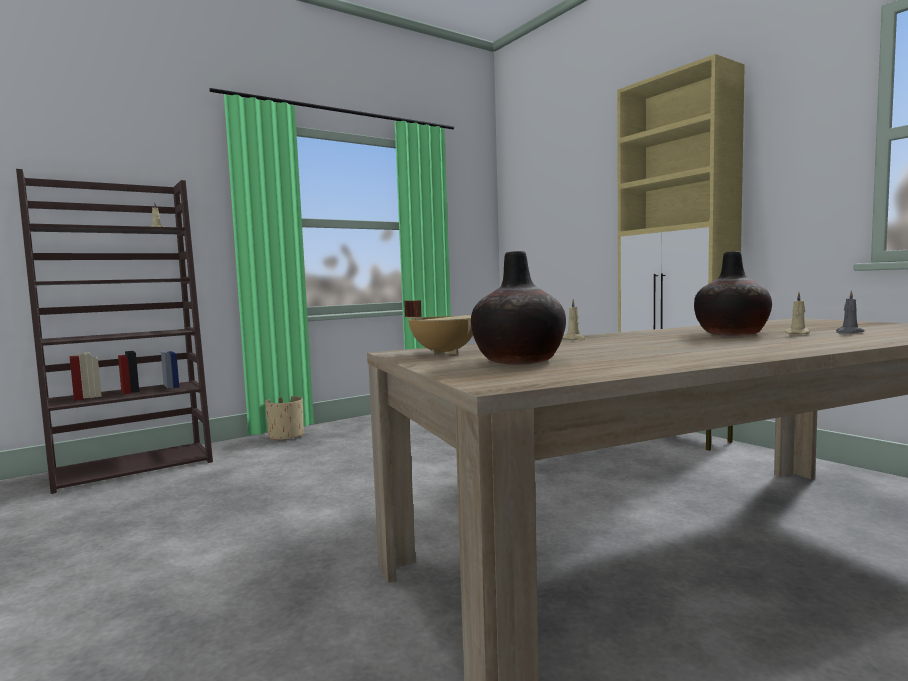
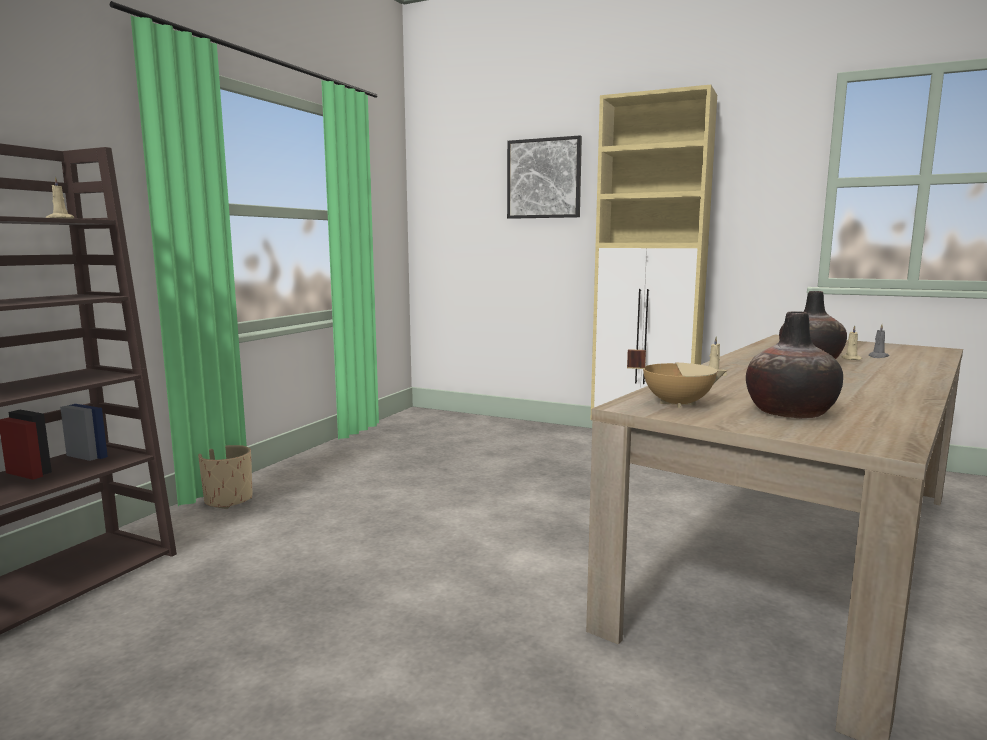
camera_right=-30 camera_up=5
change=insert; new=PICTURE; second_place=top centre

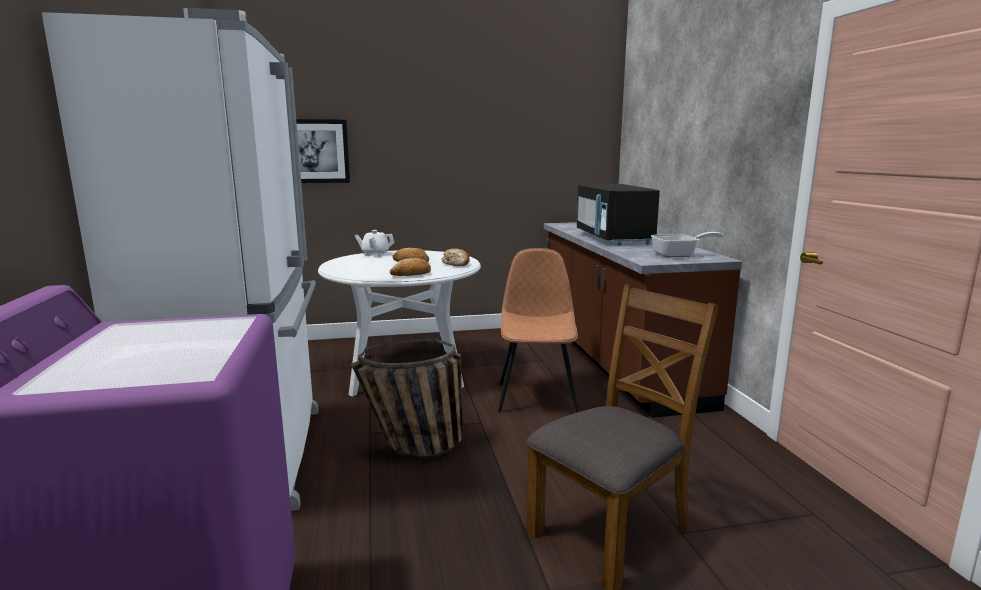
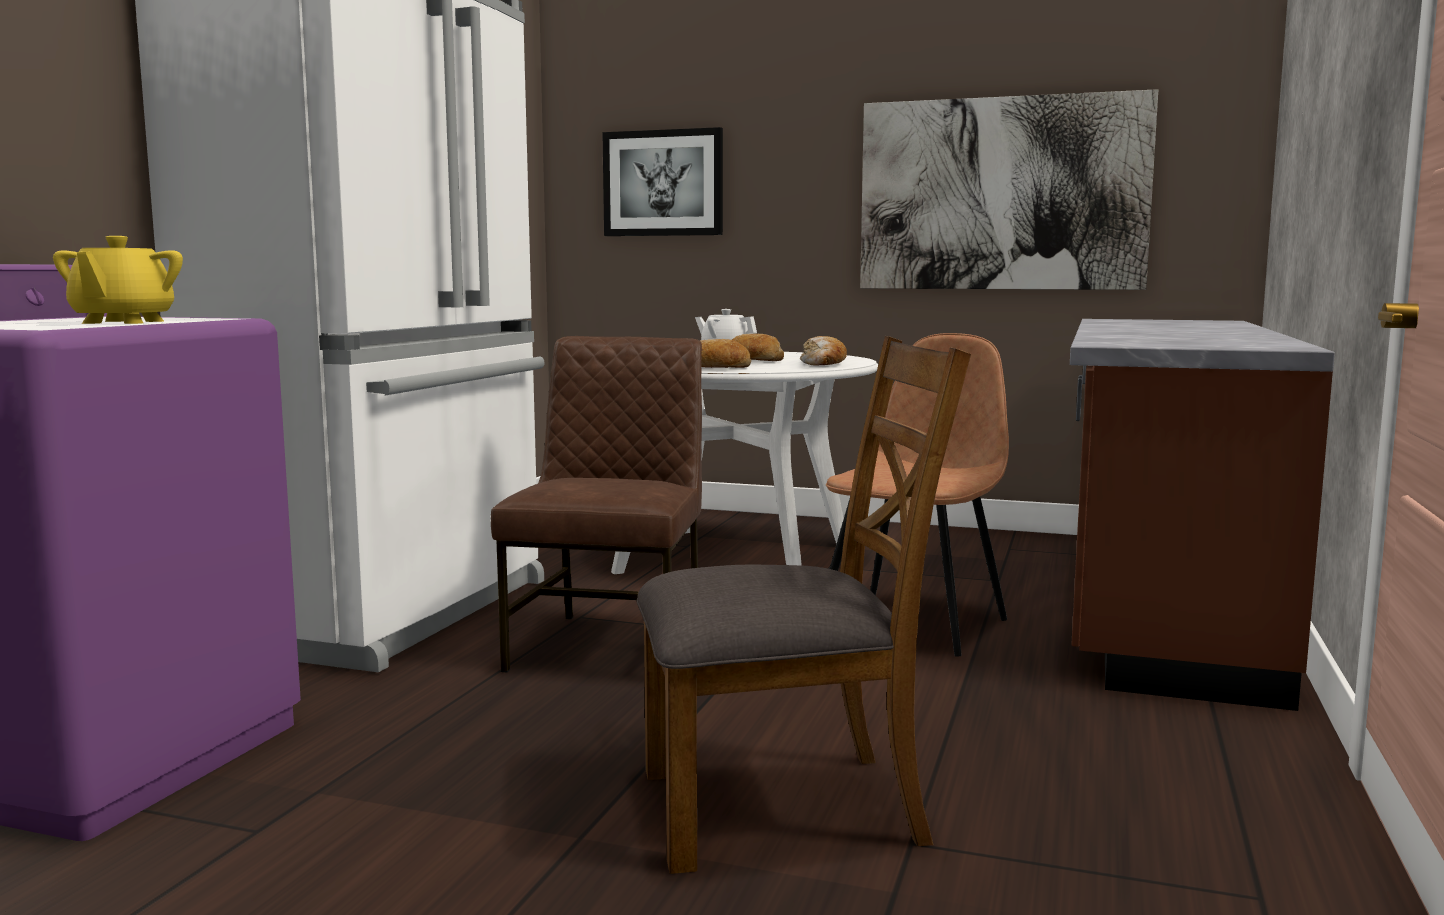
camera_right=30 camera_up=-5
change=delete; old=BLACK MICROWAVE; first_place=centre
change=delete; old=FRYING PAN; first_place=middle right
change=insert; new=YELLOW TEAPOT; second_place=top left
change=insert; new=PICTURE (2nd from left); second_place=top right
change=replace; old=BASKET; new=BROWN CHAIR (1st from left); first_place=bottom centre; second_place=centre

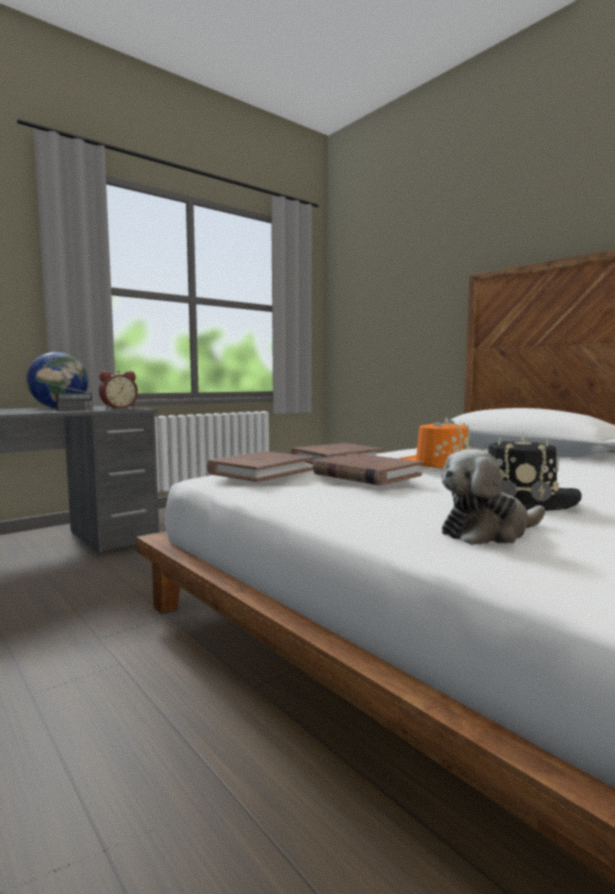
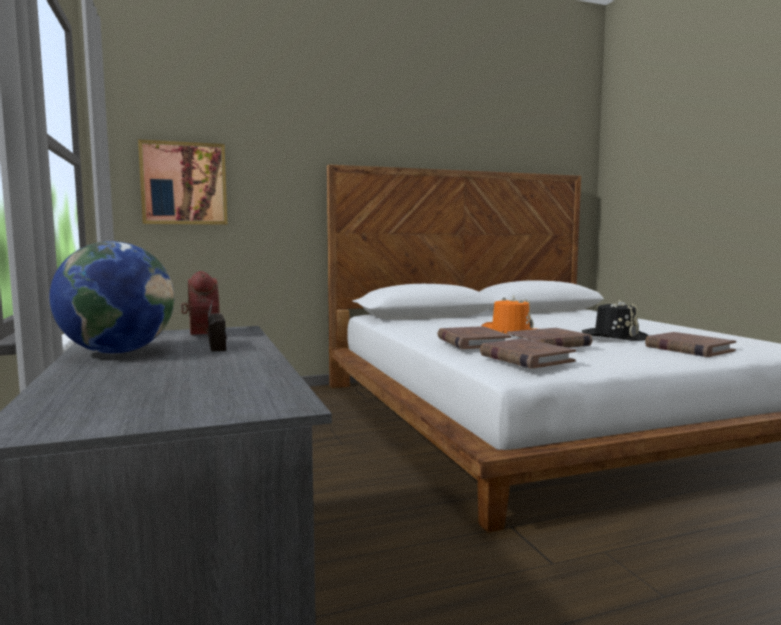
camera_right=-70 camera_up=0
change=insert; new=PICTURE; second_place=top left
change=replace; old=PLUSH TOY; new=BROWN BOOK (4th from left); first_place=middle right; second_place=middle right

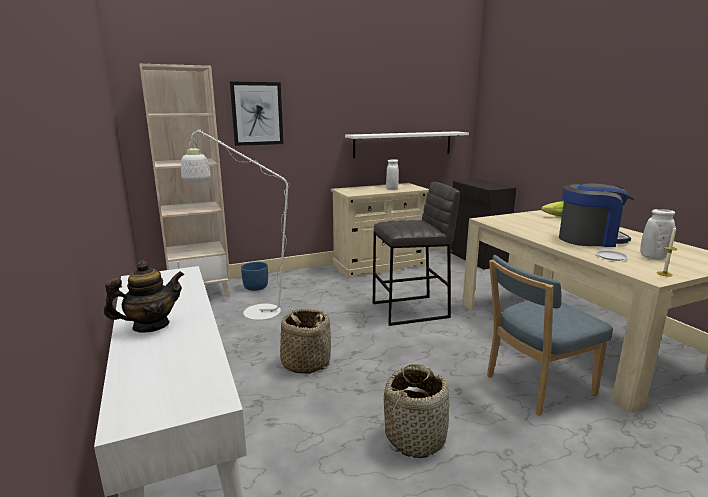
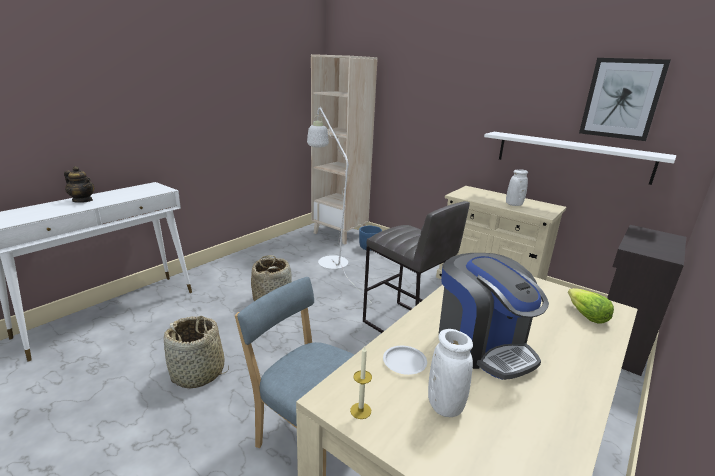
camera_right=60 camera_up=5
change=move; old=PICTURE; first_place=top centre; second_place=top right

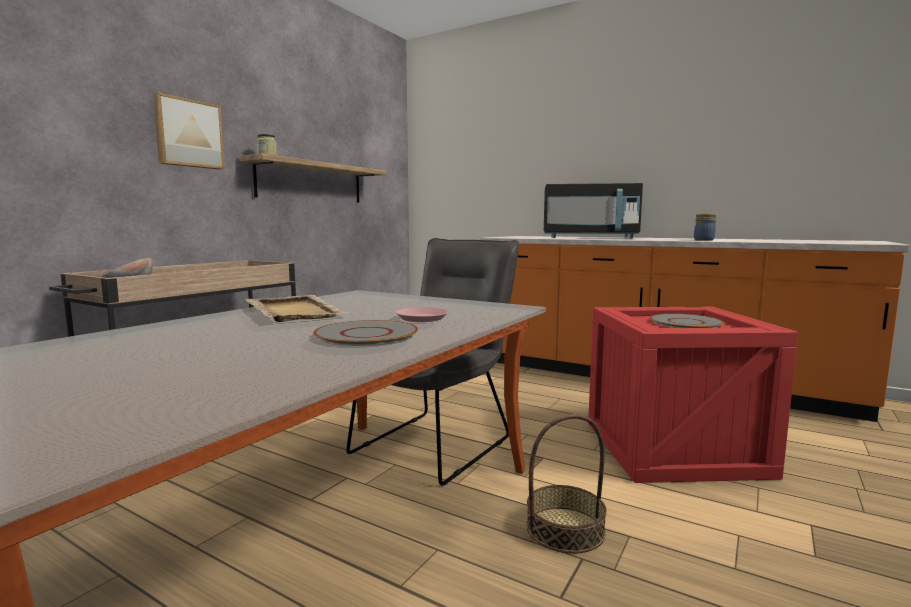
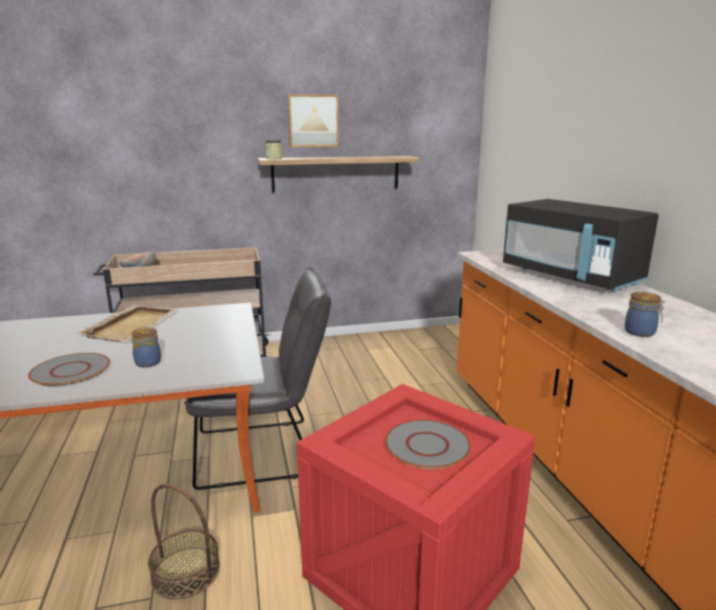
camera_right=45 camera_up=10
change=move; old=PICTURE; first_place=top left; second_place=top centre
change=replace; old=PINK PLATE; new=JAR (1st from left); first_place=centre; second_place=middle left

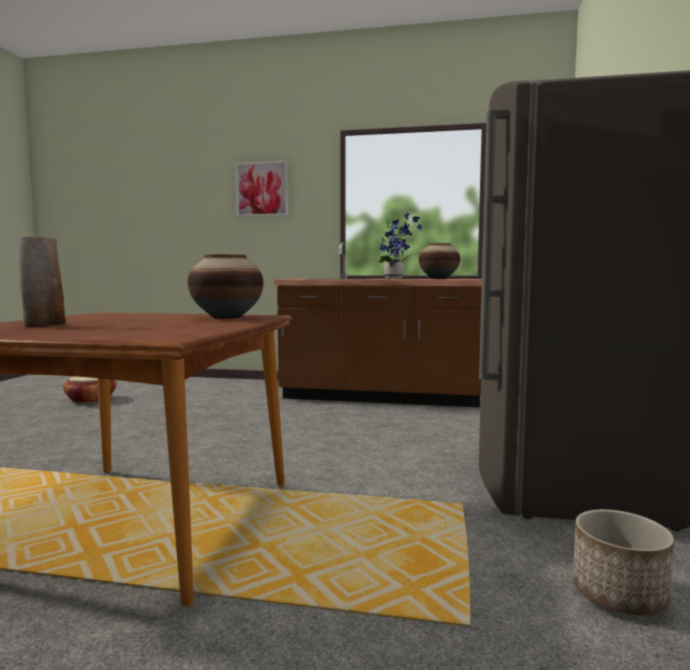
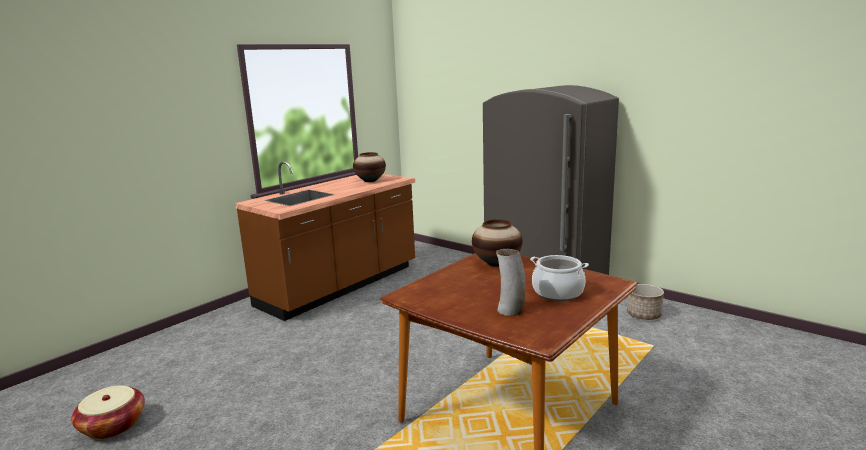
camera_right=-60 camera_up=10
change=delete; old=PICTURE; first_place=top centre
change=delete; old=POTTED PLANT; first_place=centre
change=insert; new=COOKING POT; second_place=centre

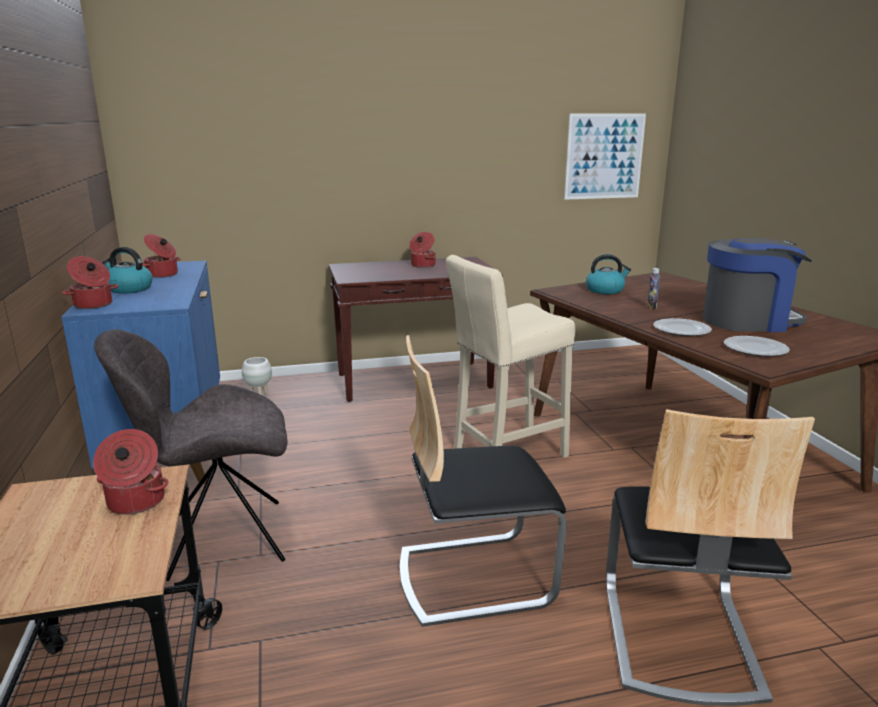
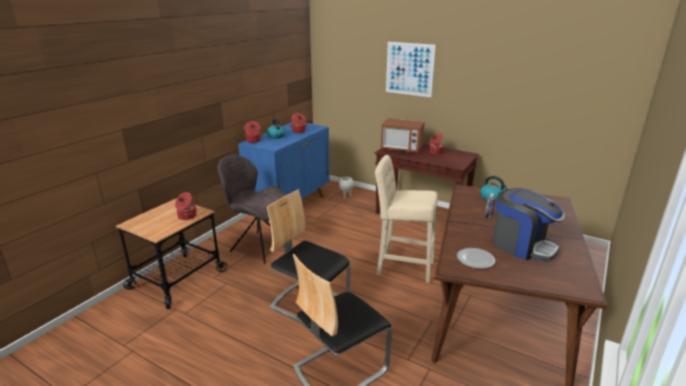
camera_right=45 camera_up=5
change=delete; old=PLATE (1st from left); first_place=middle right
change=insert; new=MICROWAVE; second_place=centre
change=move; old=PICTURE; first_place=top right; second_place=top centre

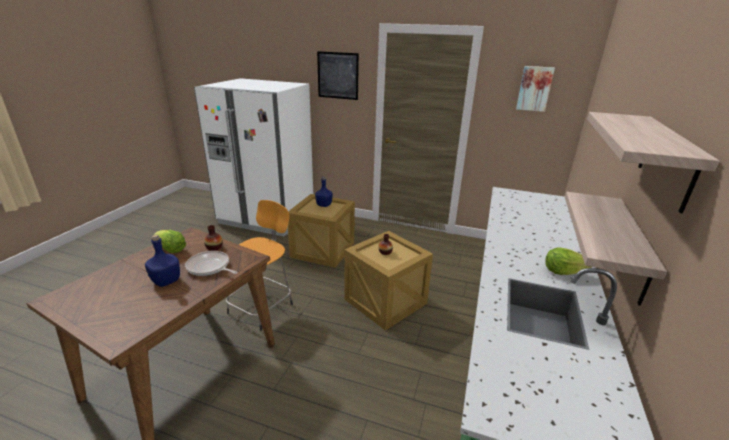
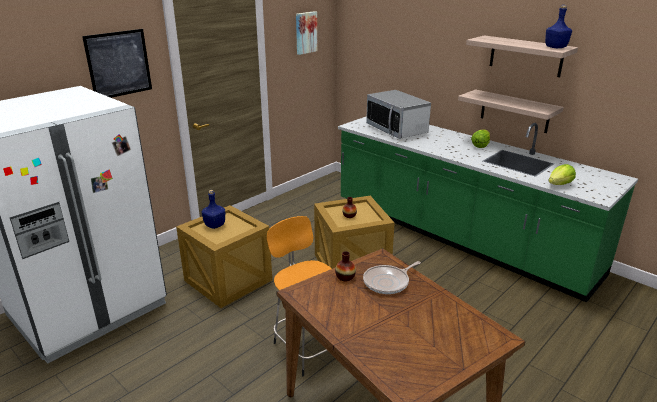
camera_right=-65 camera_up=0
change=insert; new=MICROWAVE; second_place=top centre
change=move; old=BLUE BOTTLE (1st from left in the first image); new=BLUE BOTTLE (2nd from left); first_place=middle left; second_place=top right
change=move; old=LETTUCE (1st from left in the first image); new=LETTUCE (2nd from left); first_place=middle left; second_place=middle right

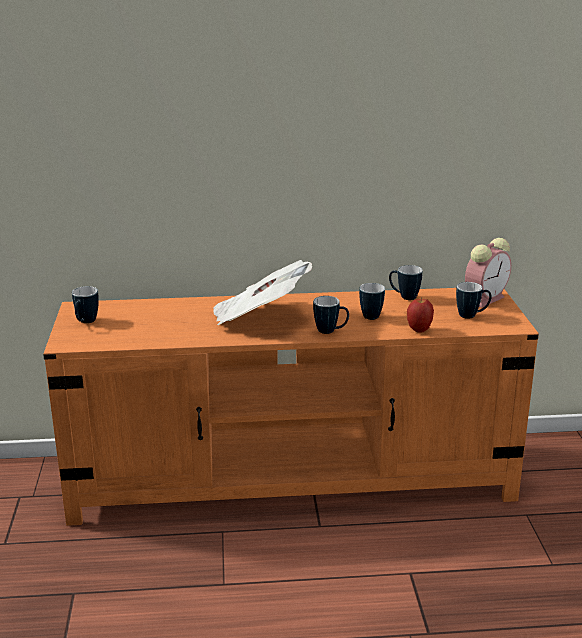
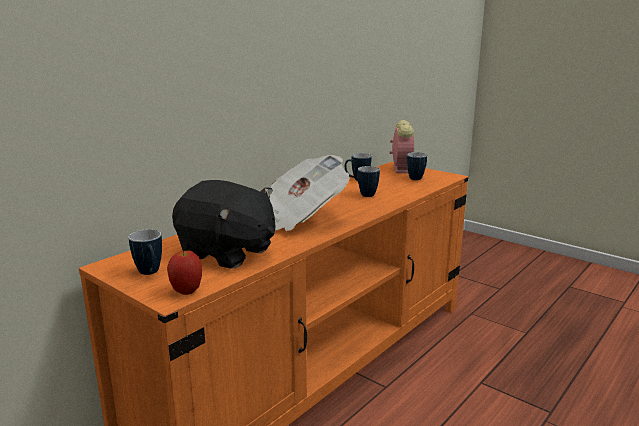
camera_right=-45 camera_up=-5
change=delete; old=MUG (2nd from left); first_place=centre
change=insert; new=BLACK PLUSH TOY; second_place=centre
change=move; old=APPLE; first_place=middle right; second_place=middle left

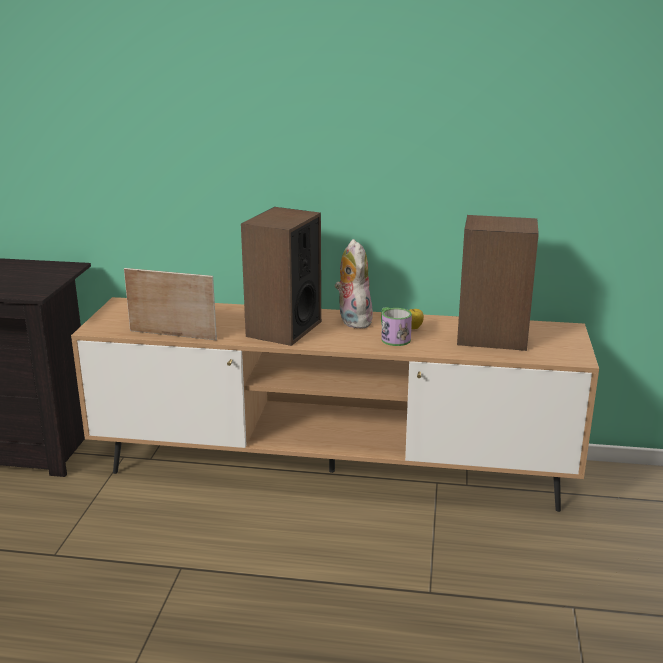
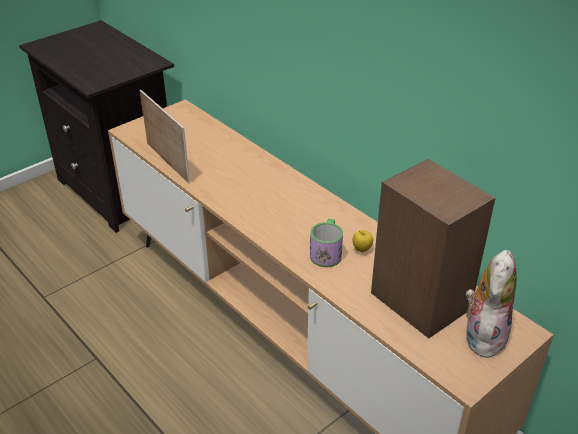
camera_right=40 camera_up=15
change=delete; old=SPEAKER (1st from left); first_place=centre
change=move; old=PLUSH TOY; first_place=centre; second_place=bottom right

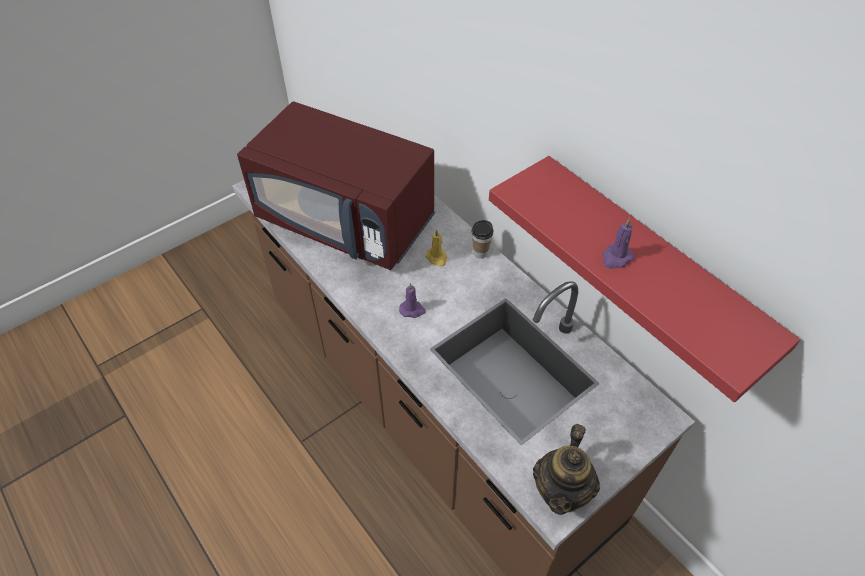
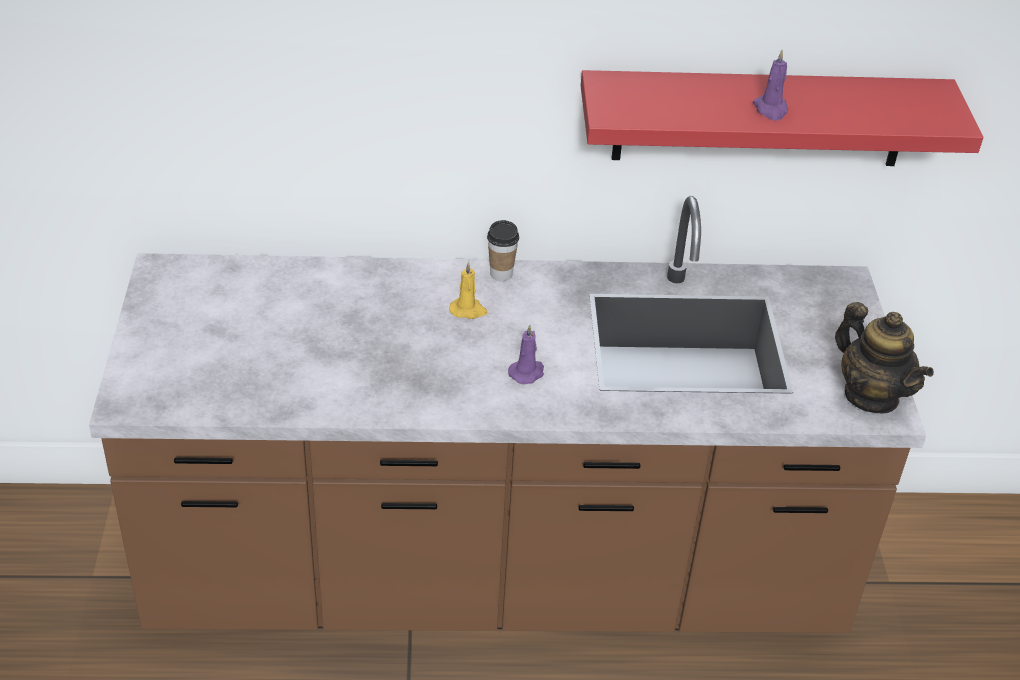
camera_right=-55 camera_up=-10
change=delete; old=RED MICROWAVE; first_place=top centre

